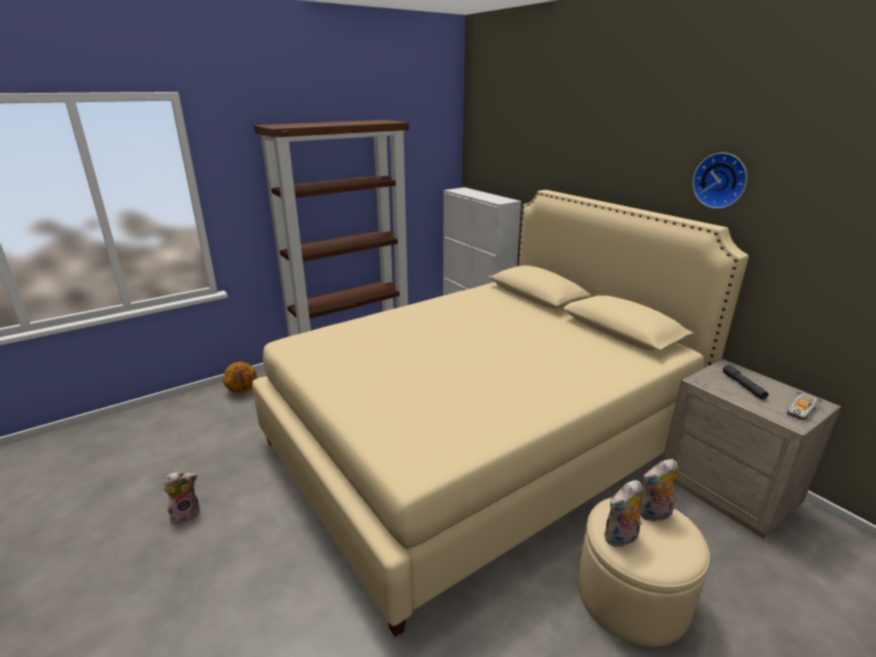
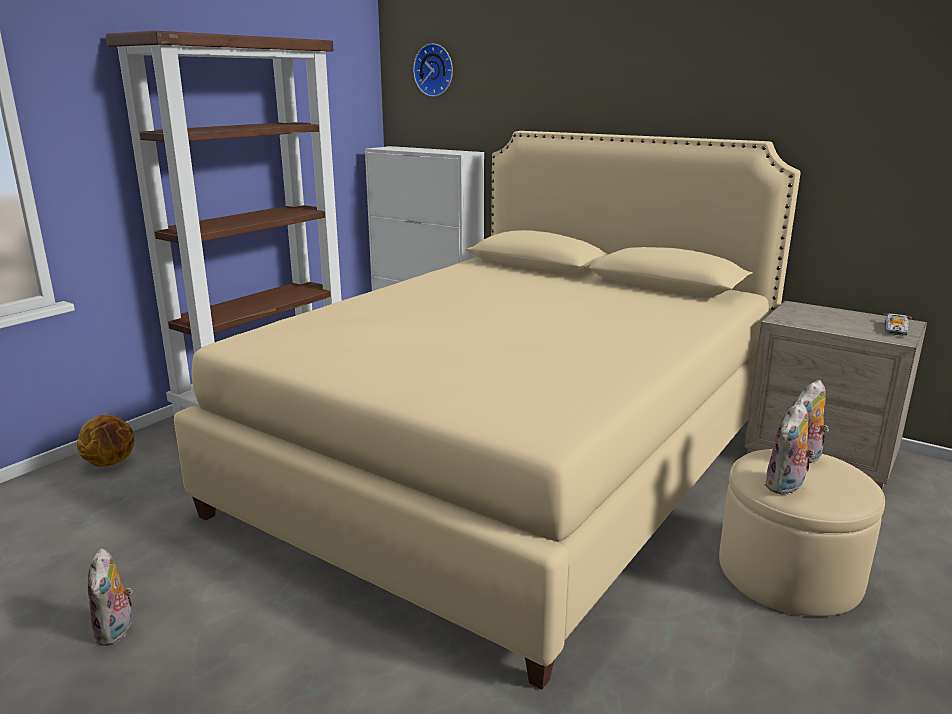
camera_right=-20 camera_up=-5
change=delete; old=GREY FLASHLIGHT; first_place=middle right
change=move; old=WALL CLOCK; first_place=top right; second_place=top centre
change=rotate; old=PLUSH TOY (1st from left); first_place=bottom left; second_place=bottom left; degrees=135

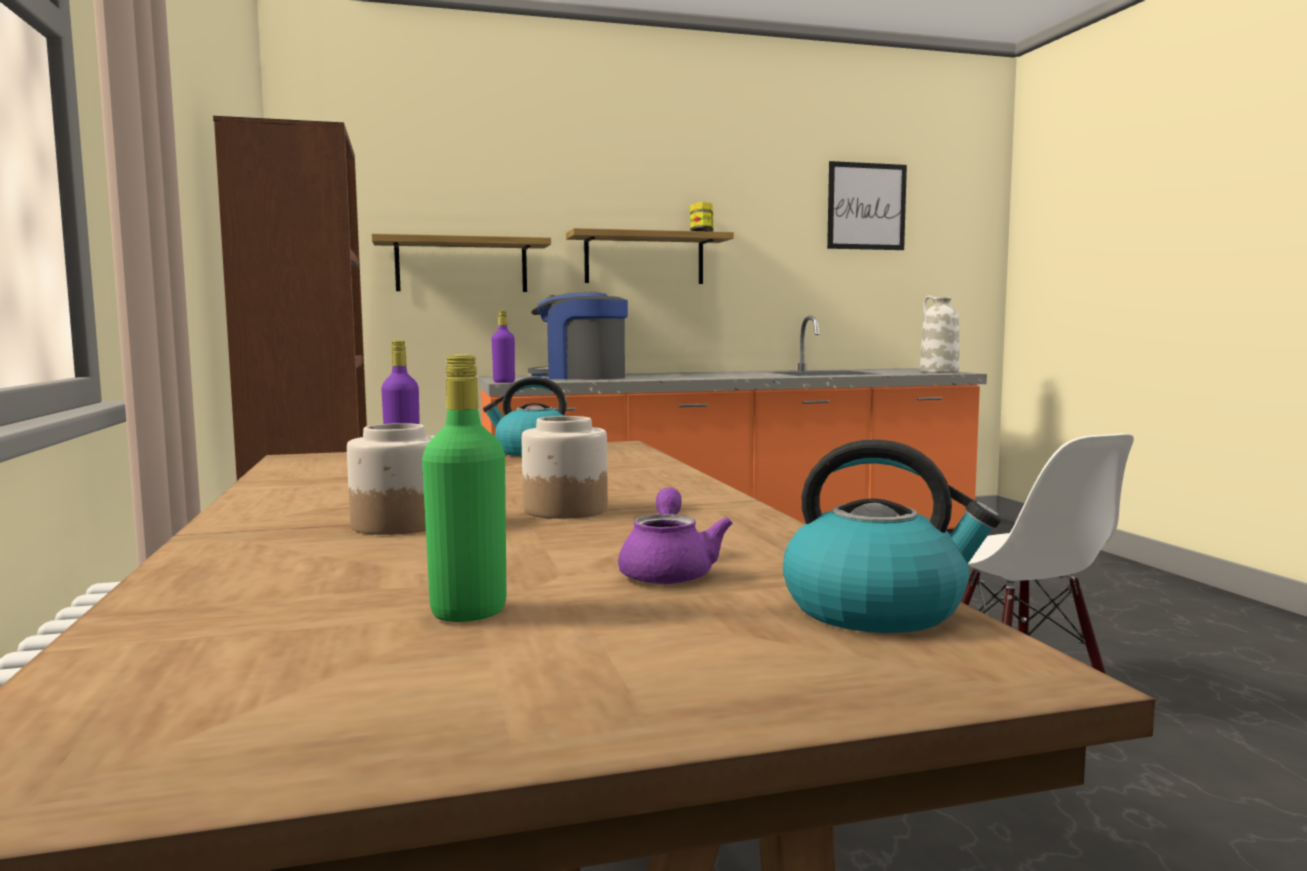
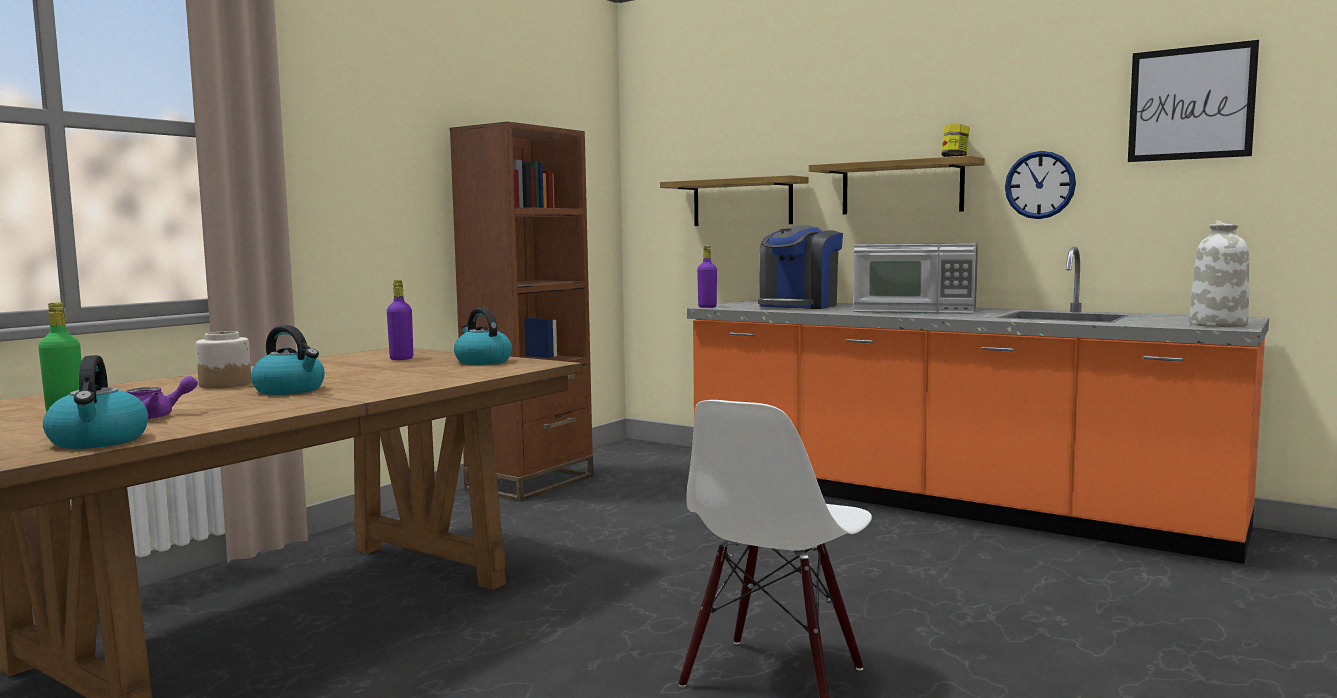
camera_right=50 camera_up=0
change=insert; new=MICROWAVE; second_place=middle right
change=insert; new=WALL CLOCK; second_place=top right
change=replace; old=JAR (2nd from left); new=KETTLE (2nd from left); first_place=centre; second_place=middle left
change=rotate; old=COFFEE MACHINE; first_place=centre; second_place=centre; degrees=-120

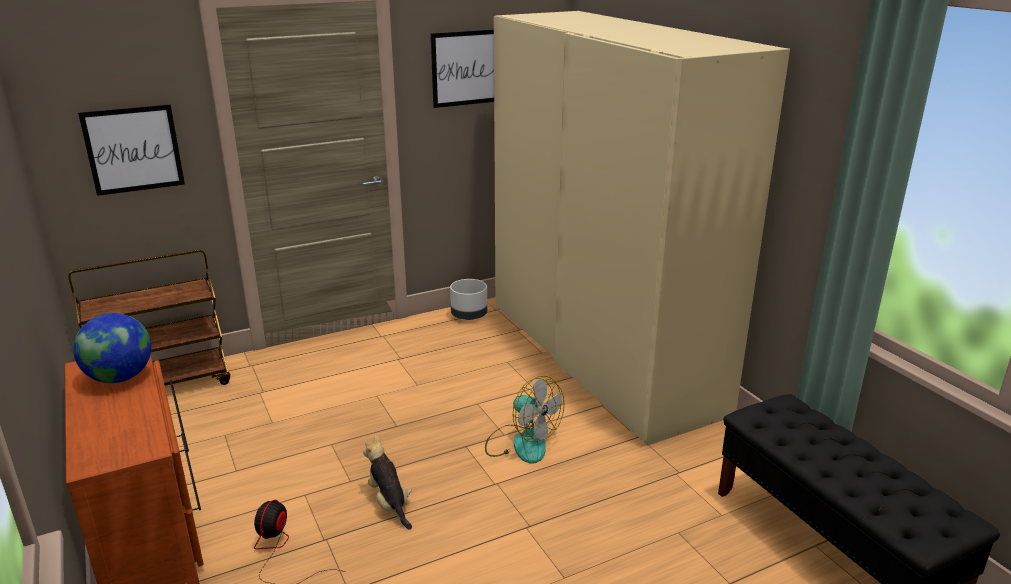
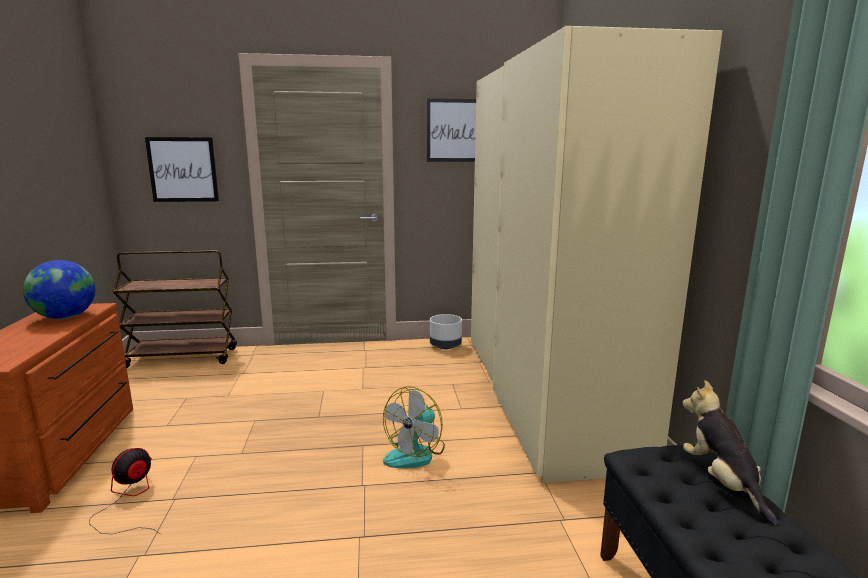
camera_right=20 camera_up=-10
change=move; old=PLUSH TOY; first_place=bottom centre; second_place=bottom right
change=rotate; old=FAN (2nd from left); first_place=bottom centre; second_place=bottom centre; degrees=60

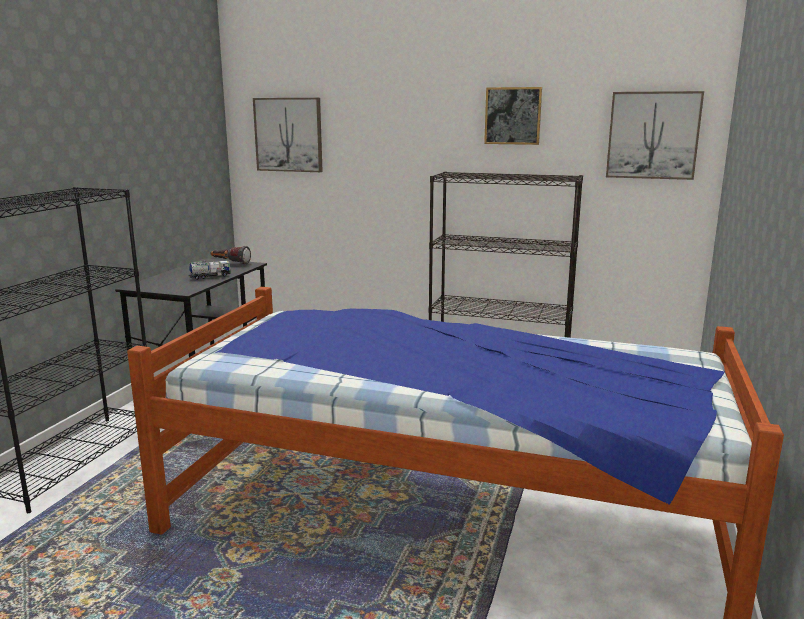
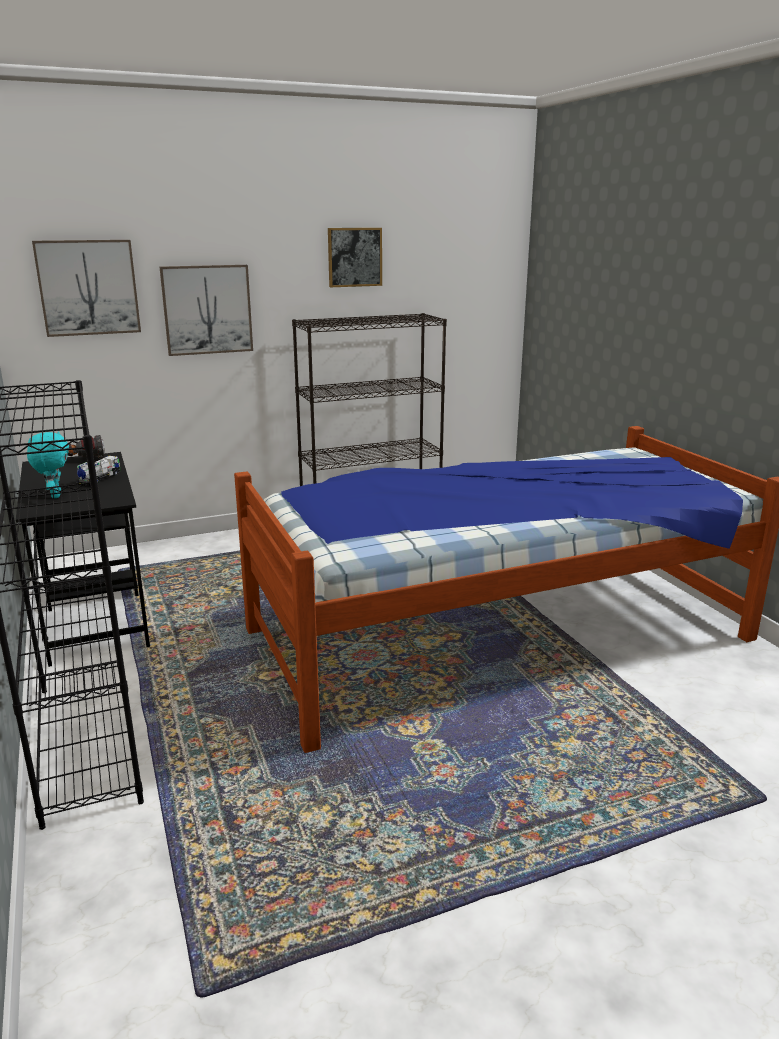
camera_right=-40 camera_up=5
change=insert; new=TURQUOISE PLUSH TOY; second_place=middle left
change=move; old=PICTURE (3rd from left in the first image); new=PICTURE (2nd from left); first_place=top right; second_place=top left

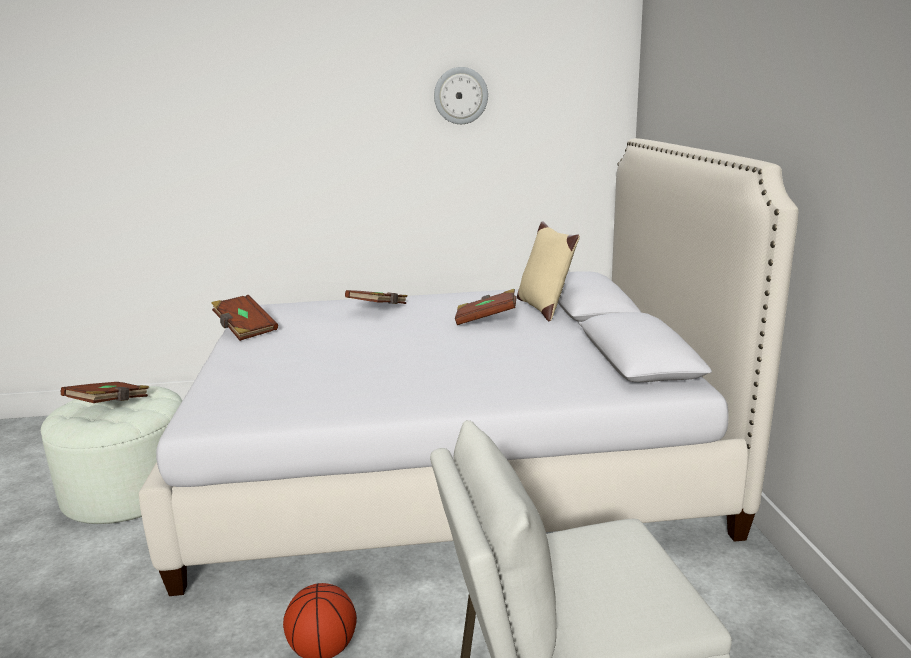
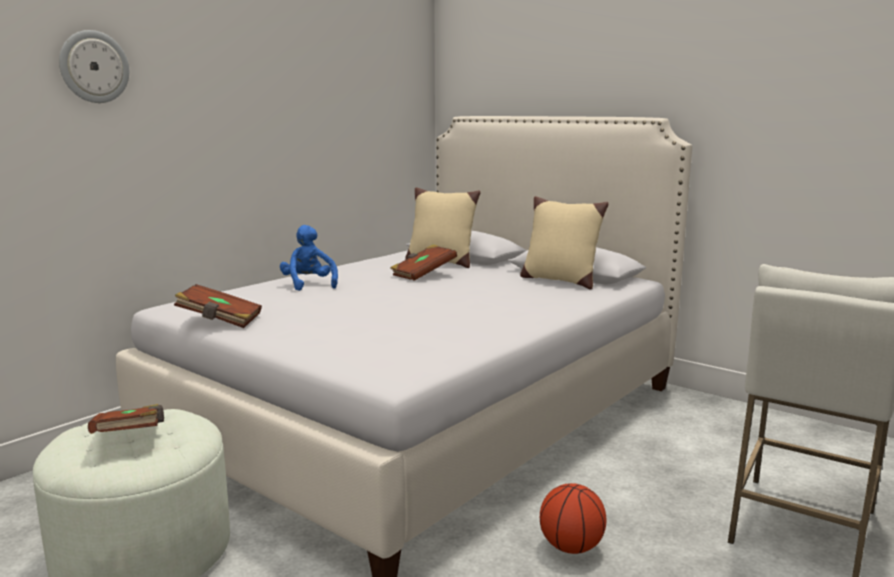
camera_right=-45 camera_up=-5
change=insert; new=BEIGE PILLOW (2nd from left); second_place=centre
change=move; old=WALL CLOCK; first_place=top centre; second_place=top left
change=replace; old=BROWN BOOK (3rd from left); new=BLUE PLUSH TOY; first_place=centre; second_place=centre

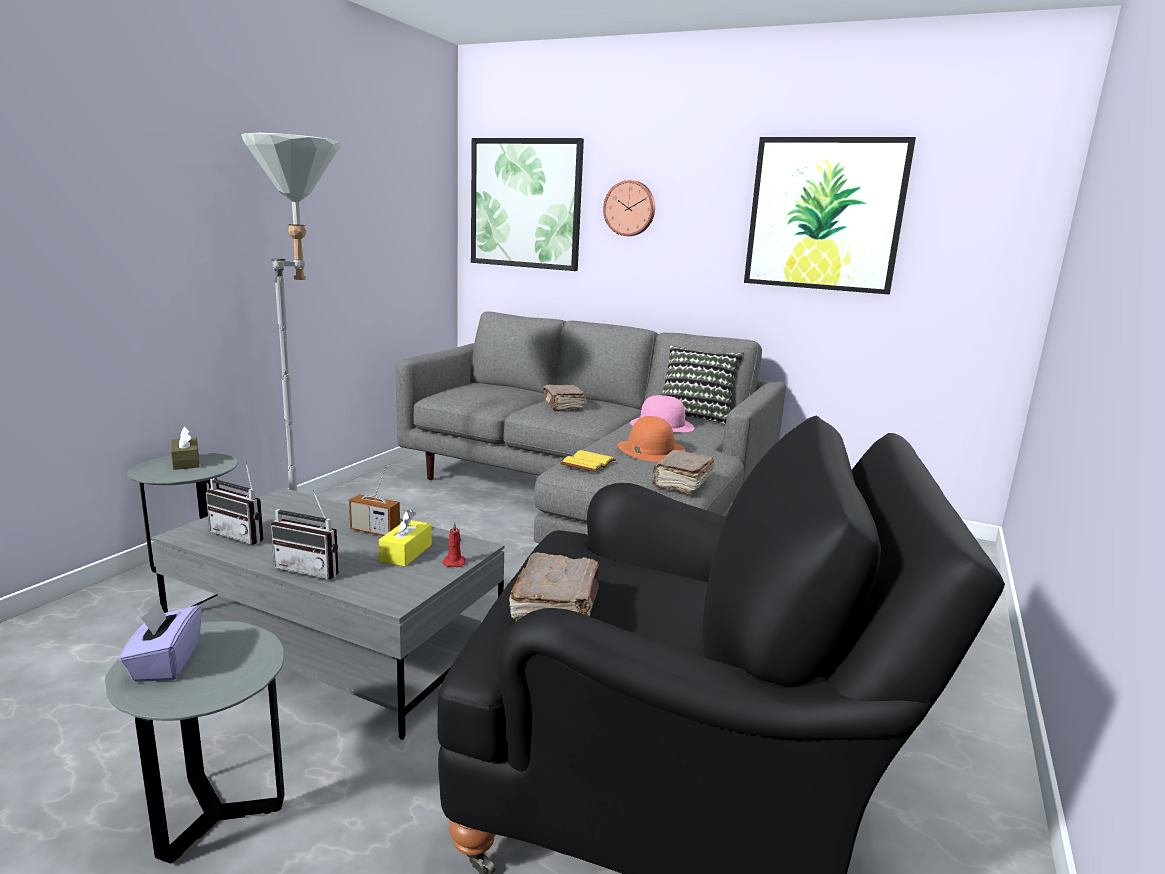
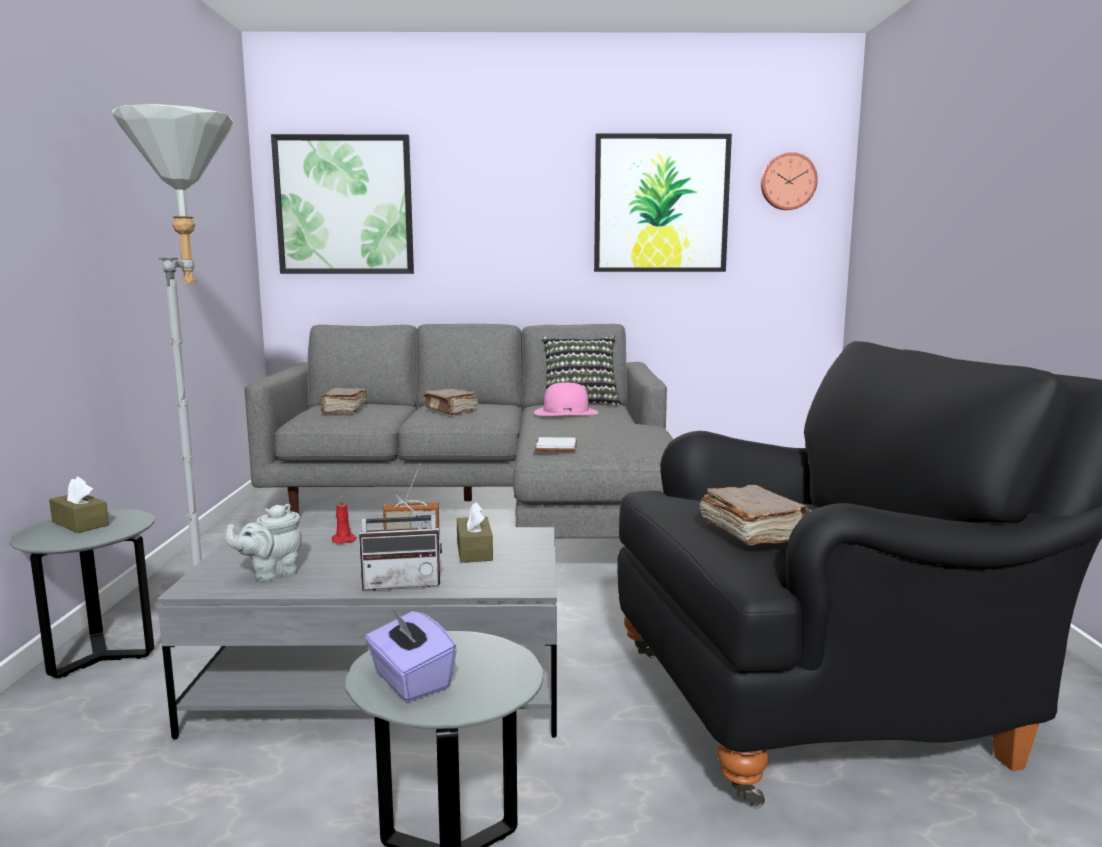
camera_right=-25 camera_up=-5
change=delete; old=ORANGE HAT; first_place=centre
change=move; old=RED CANDLE; first_place=centre; second_place=middle left
change=move; old=WALL CLOCK; first_place=top centre; second_place=top right
change=move; old=BROWN BOOK (3rd from left in the first image); new=BROWN BOOK (1st from left); first_place=centre; second_place=middle left
change=replace; old=RADIO (1st from left); new=GREY TEAPOT; first_place=middle left; second_place=middle left
change=recolor; old=YELLOW TISSUE BOX; new=BROWN TISSUE BOX (2nd from left); first_place=centre; second_place=centre
change=recolor; old=YELLOW BOOK; new=WHITE BOOK; first_place=centre; second_place=centre

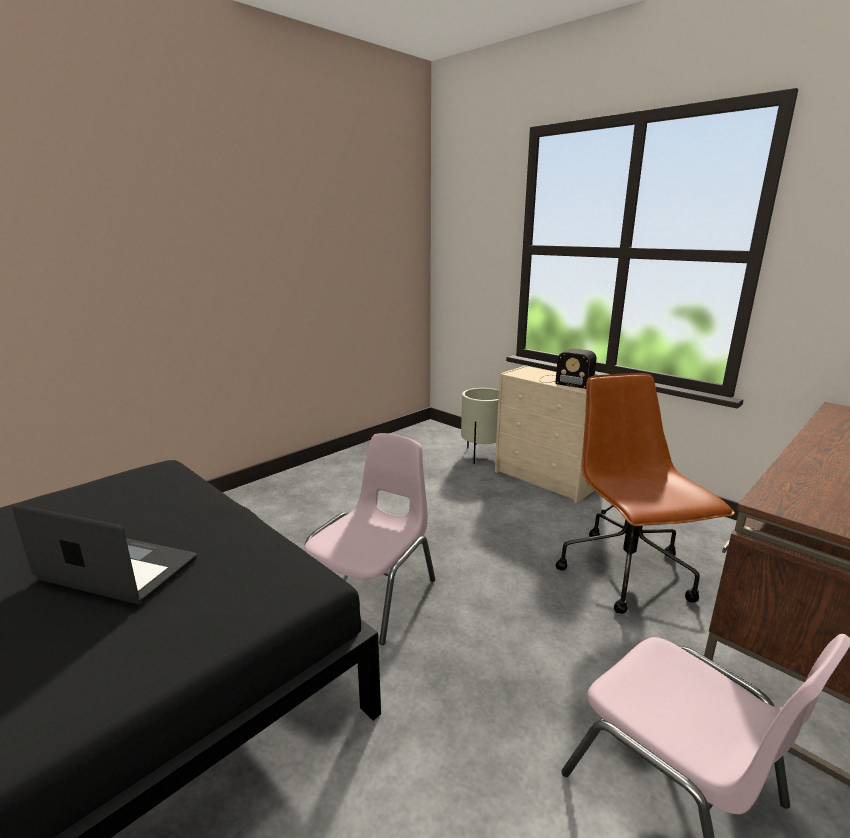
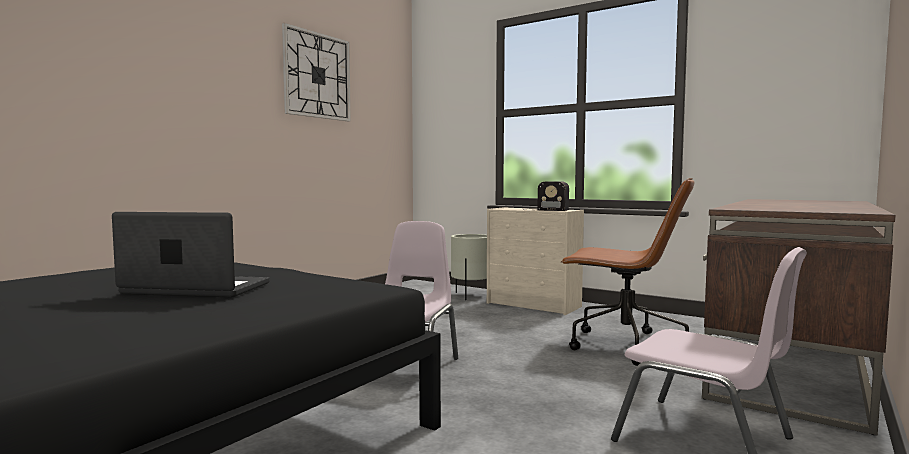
camera_right=-10 camera_up=-15
change=insert; new=WALL CLOCK; second_place=top centre
change=rotate; old=BROWN OFFICE CHAIR; first_place=middle right; second_place=middle right; degrees=135

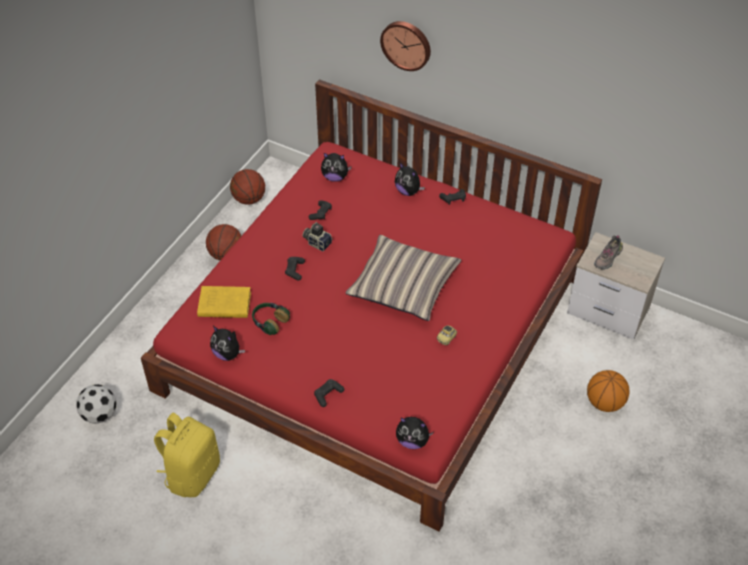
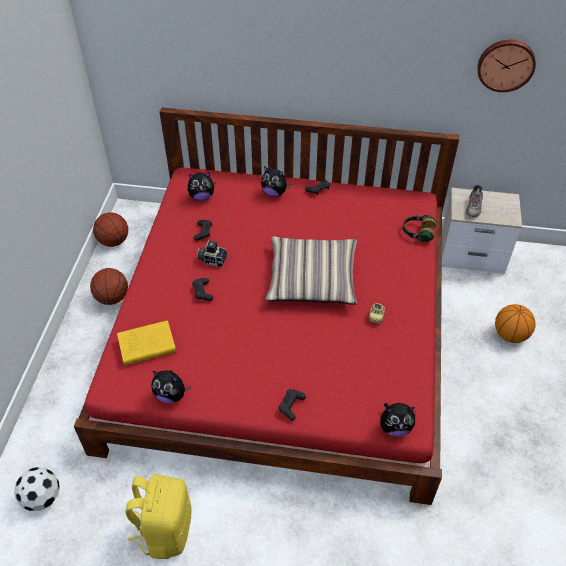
camera_right=-20 camera_up=0
change=move; old=HEADPHONES; first_place=centre; second_place=middle right
change=move; old=WALL CLOCK; first_place=top centre; second_place=top right

